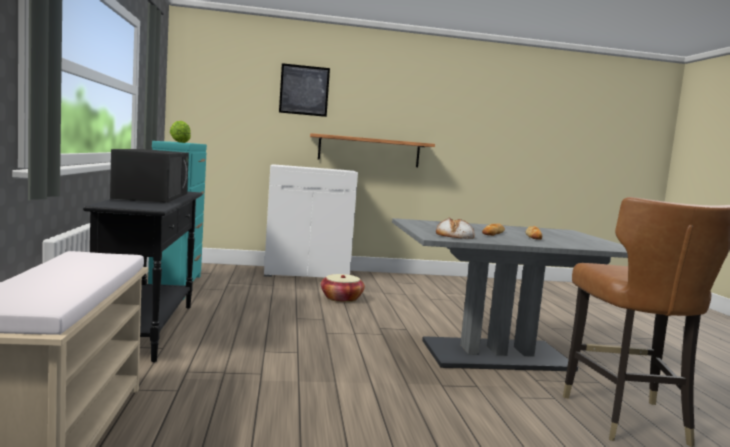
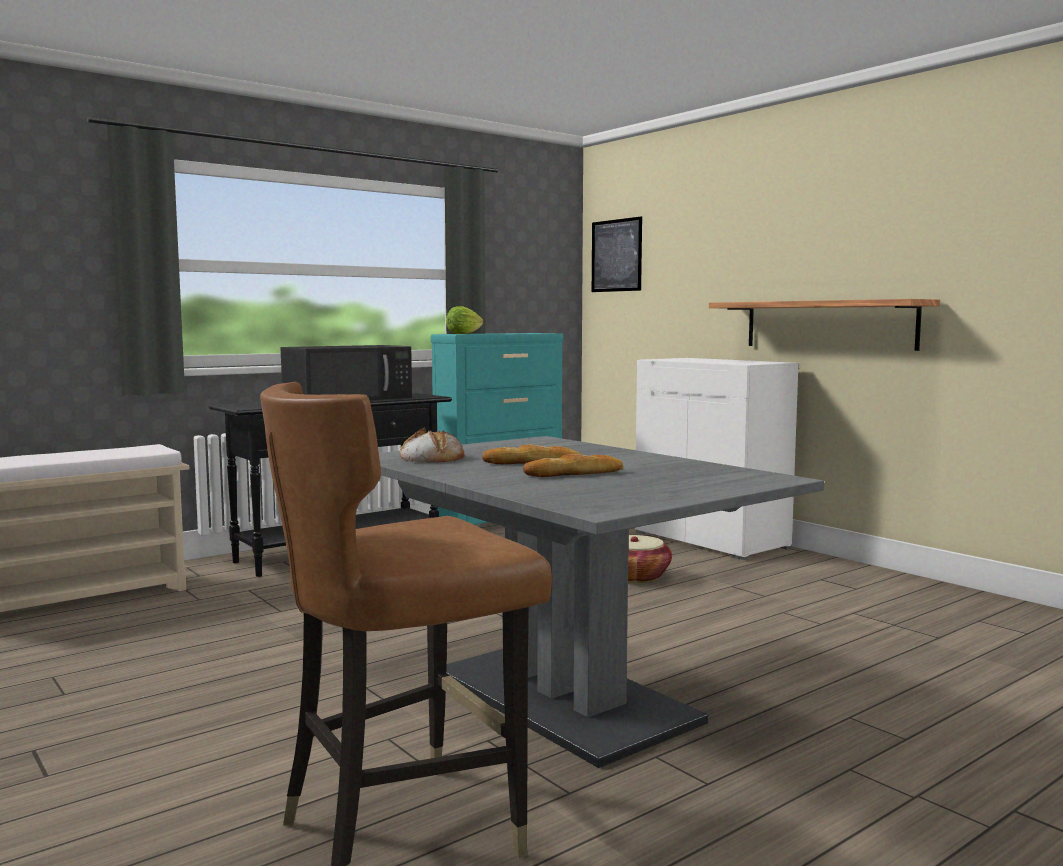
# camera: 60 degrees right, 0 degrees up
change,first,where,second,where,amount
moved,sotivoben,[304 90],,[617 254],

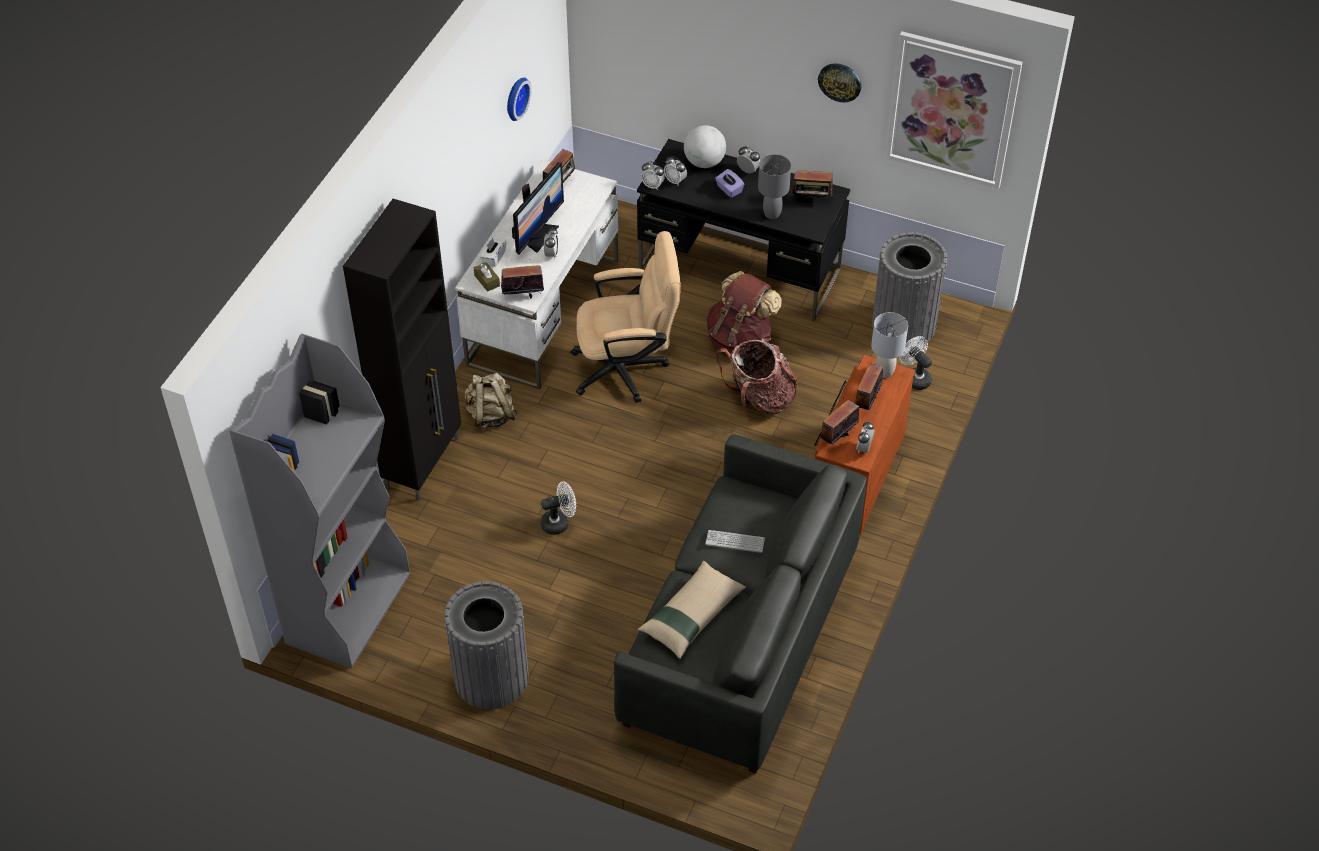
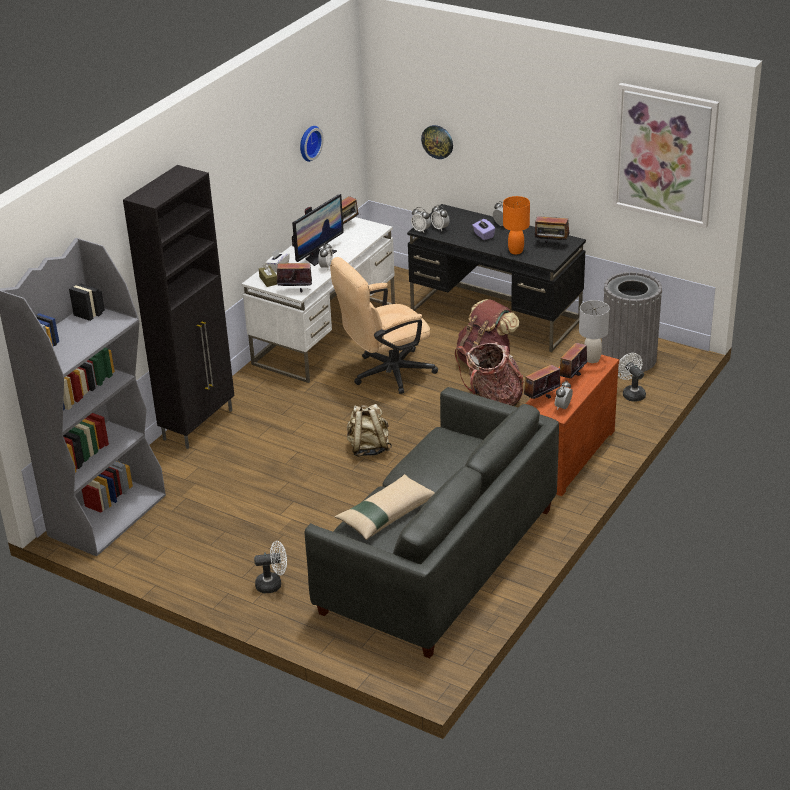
# camera: 10 degrees right, 15 degrees down
change,first,where,second,where,amount
removed,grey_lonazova,[486 645],,,
removed,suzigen,[705 146],,,
removed,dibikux,[735 541],,,
moved,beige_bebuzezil,[491 400],,[369 430],
moved,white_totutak,[558 508],,[270 567],
moved,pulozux,[839 82],,[437 142],
recoloured,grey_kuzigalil,[774 186],orange_kuzigalil,[516 225],
turned,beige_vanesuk,[625 317],,[384 325],150 degrees clockwise

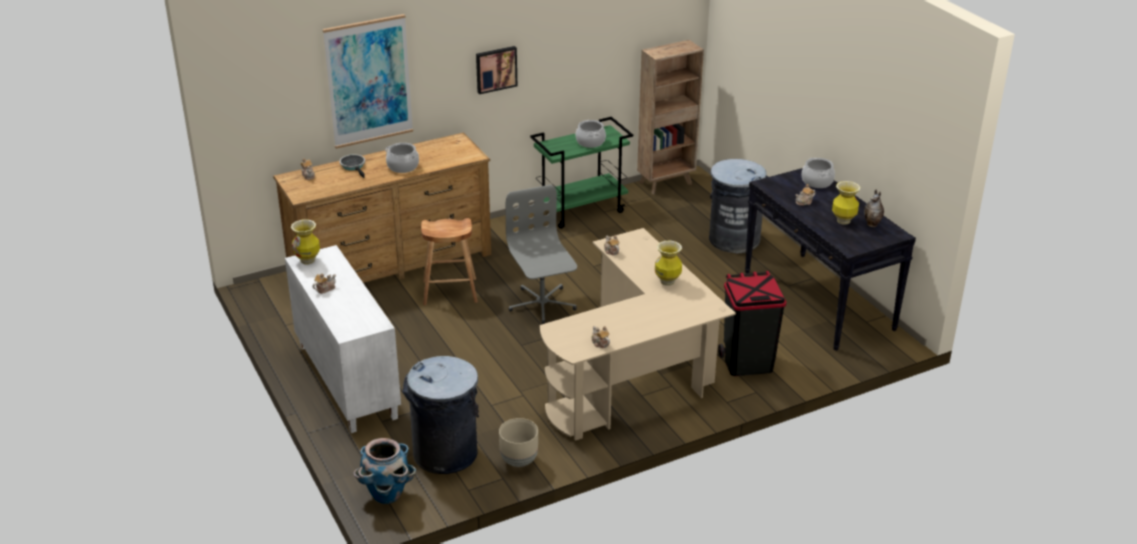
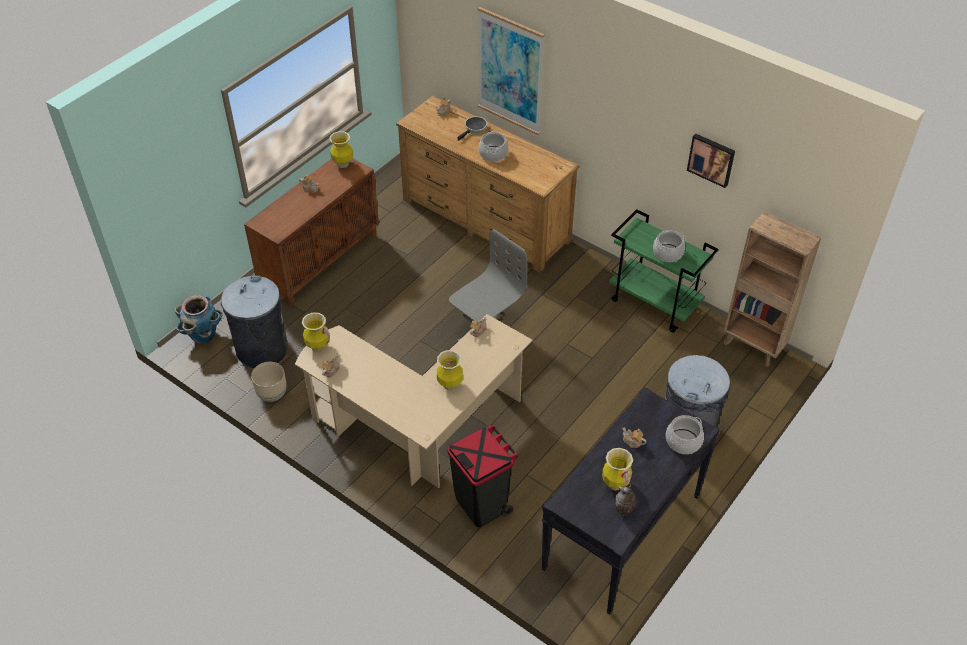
# camera: 65 degrees right, 15 degrees up
change,first,where,second,where,amount
removed,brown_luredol,[449 261],,,
added,,,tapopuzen,[316 332],
moved,sotivoben,[496 70],,[711 161],
recoloured,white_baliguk,[343 339],brown_baliguk,[311 232],

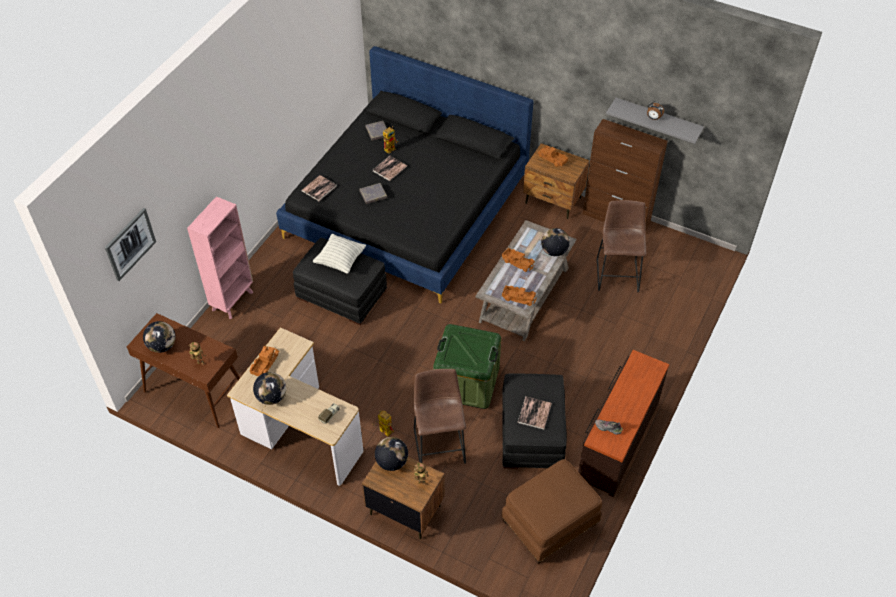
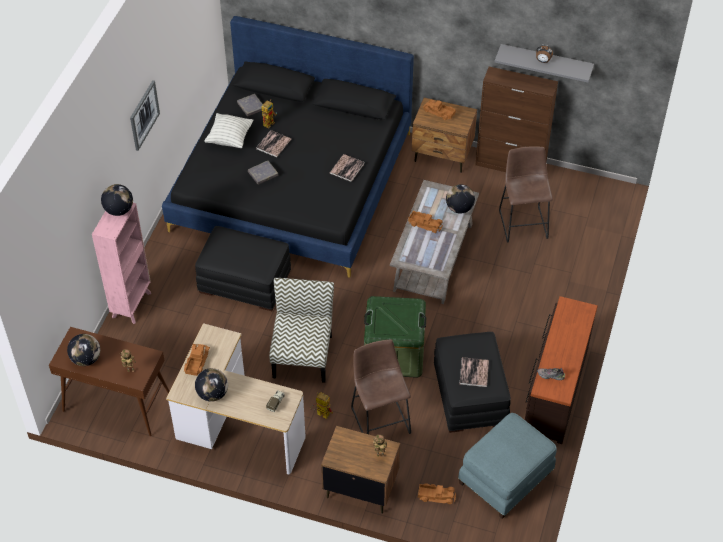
# camera: 10 degrees left, 0 degrees up
change,first,where,second,where,amount
added,,,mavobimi,[301 330],
moved,sotivoben,[130 244],,[145 115],
moved,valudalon,[319 188],,[347 168],
moved,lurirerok,[339 254],,[228 130],
moved,suzigen,[391 454],,[117 200],
moved,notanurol,[519 295],,[437 493],
recoloured,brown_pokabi,[551 511],blue_pokabi,[507 466],

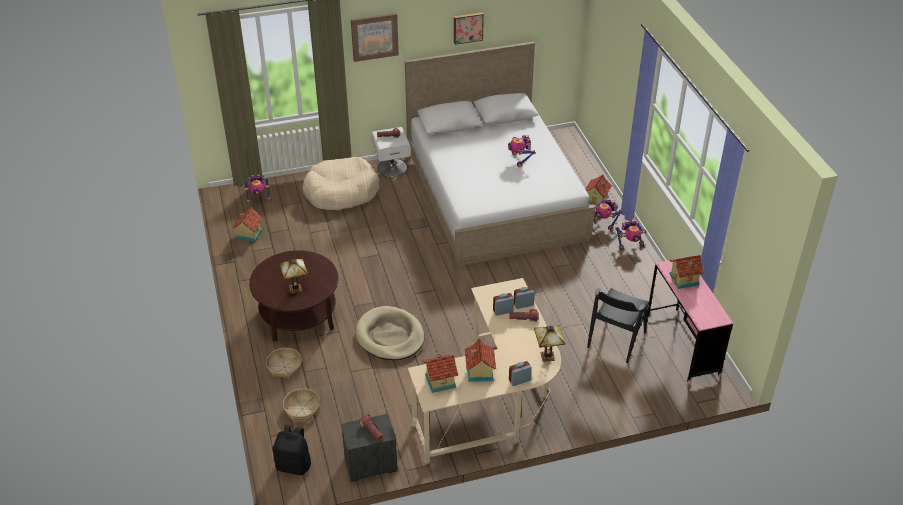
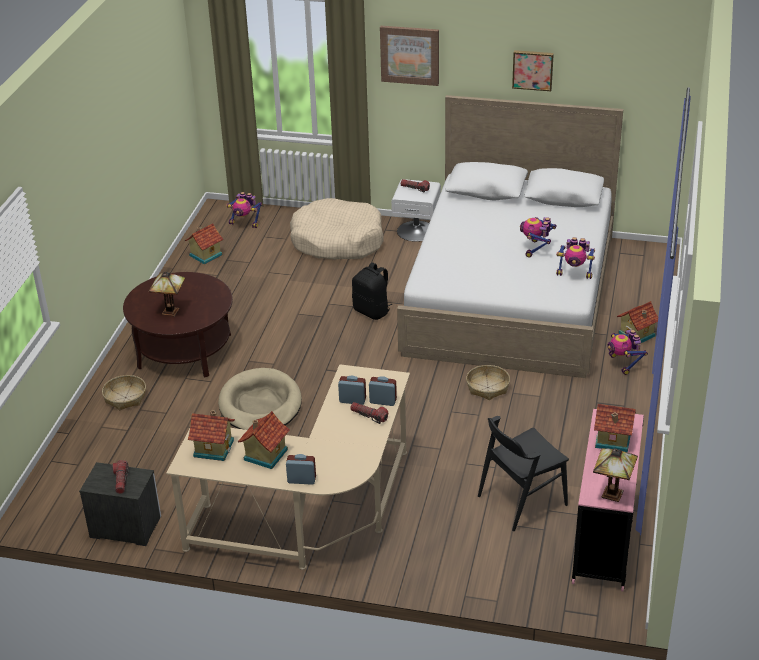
# camera: 30 degrees right, 5 degrees down
change,first,where,second,where,amount
moved,black_bebuzezil,[292 449],,[372 291],
moved,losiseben,[301 405],,[488 382],
moved,kuzigalil,[549 343],,[615 475],
moved,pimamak,[631 234],,[575 258],

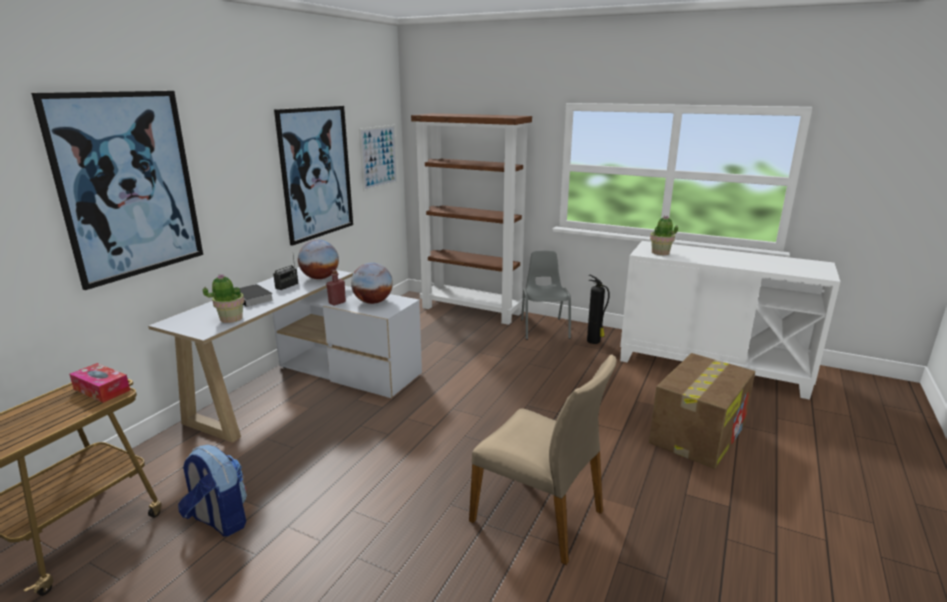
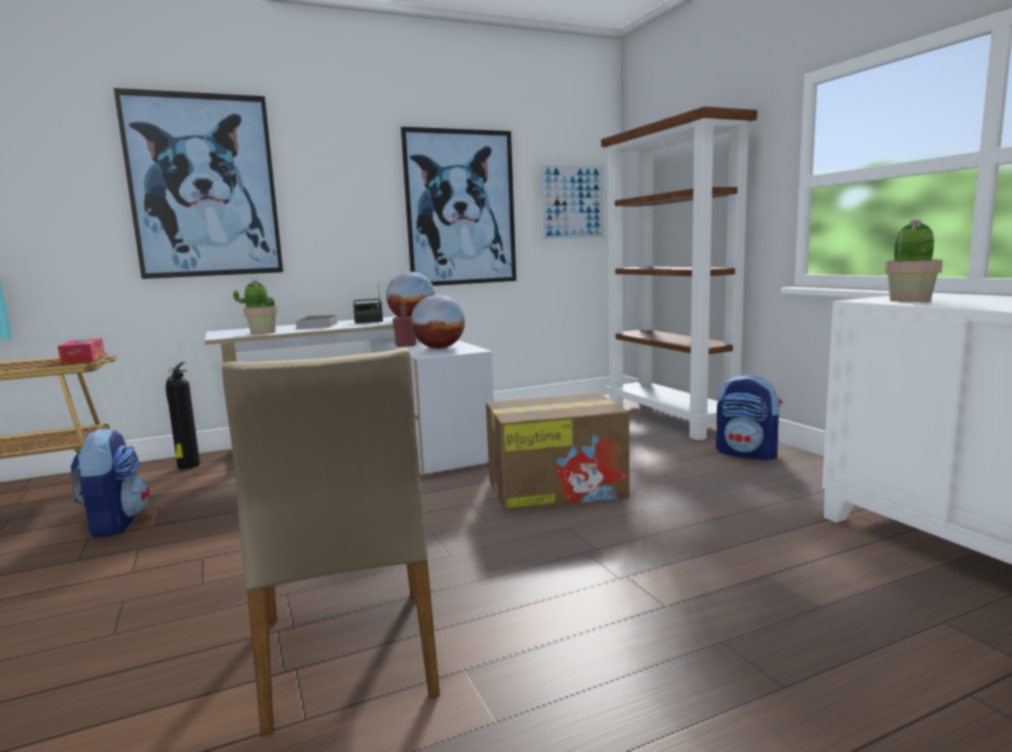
# camera: 40 degrees right, 10 degrees down
change,first,where,second,where,amount
moved,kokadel,[598 309],,[183 415],
moved,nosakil,[702 411],,[558 452],
replaced,grey_mavobimi,[546 295],bebuzezil,[749 417],

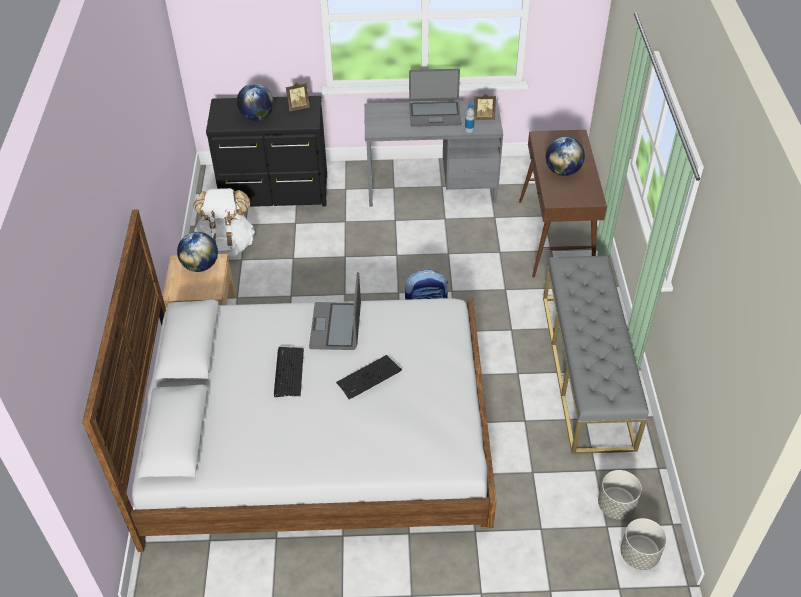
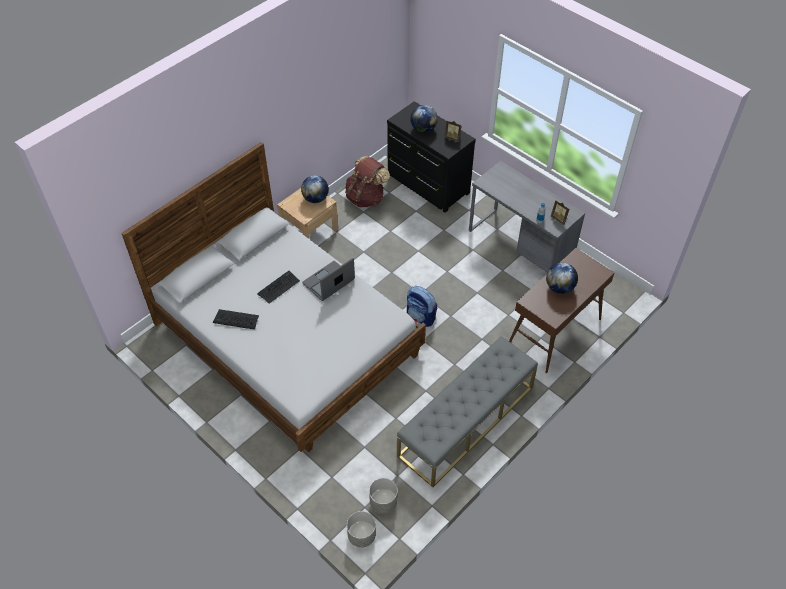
# camera: 45 degrees right, 5 degrees up
change,first,where,second,where,amount
removed,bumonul,[435 98],,,
moved,dibikux,[369 377],,[236 319],
recoloured,white_bebuzezil,[224 222],brown_bebuzezil,[367 181],

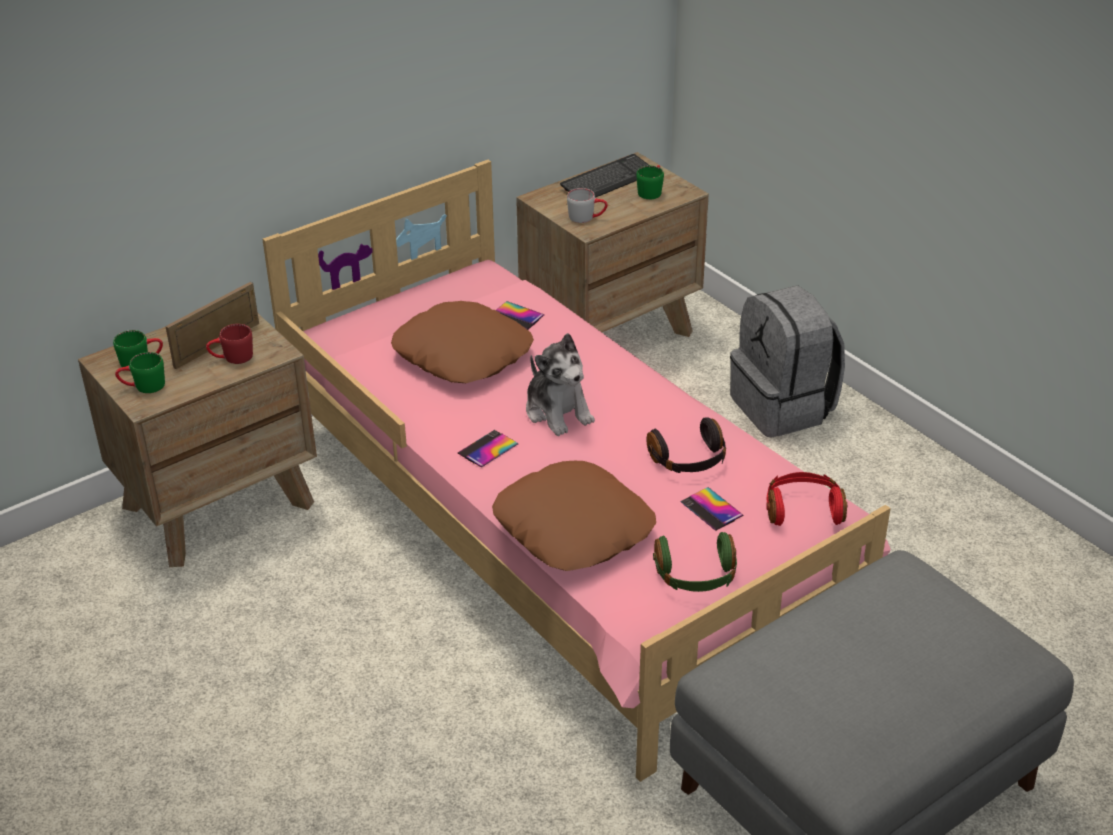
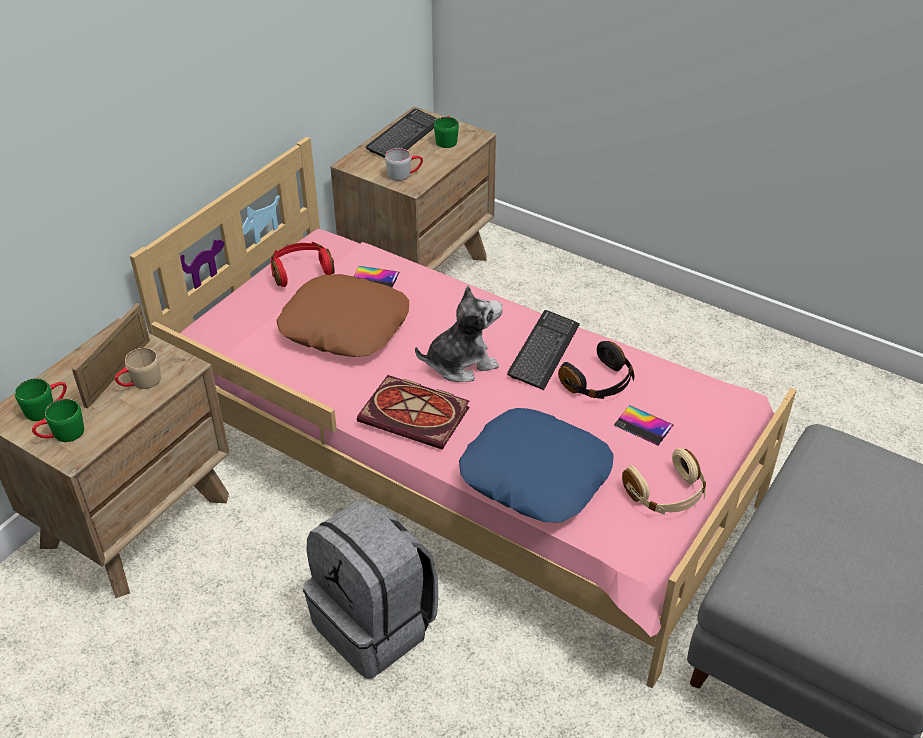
# camera: 20 degrees left, 5 degrees up
change,first,where,second,where,amount
added,,,dibikux,[543 350],
moved,grey_bebuzezil,[787 362],,[370 589],
moved,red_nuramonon,[806 499],,[303 264],
replaced,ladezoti,[488 449],valudalon,[413 412],
recoloured,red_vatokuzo,[229 344],beige_vatokuzo,[138 368],
recoloured,brown_lurirerok,[574 516],blue_lurirerok,[536 465],
recoloured,green_nuramonon,[695 562],beige_nuramonon,[664 481],
turned,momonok,[560 384],,[459 333],60 degrees counterclockwise

